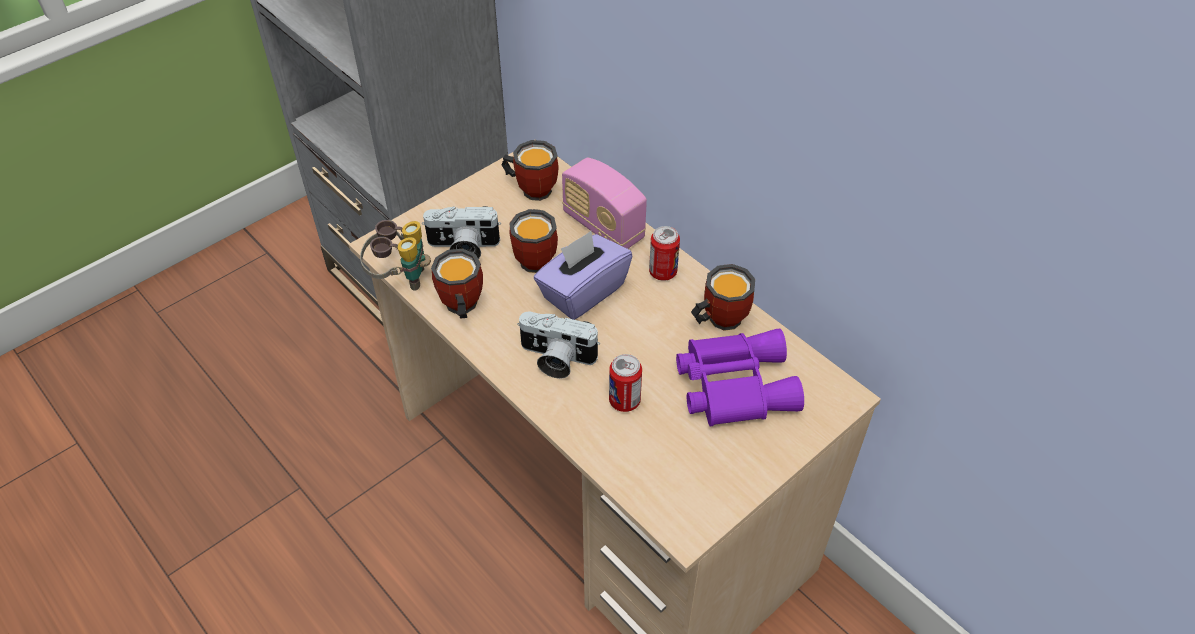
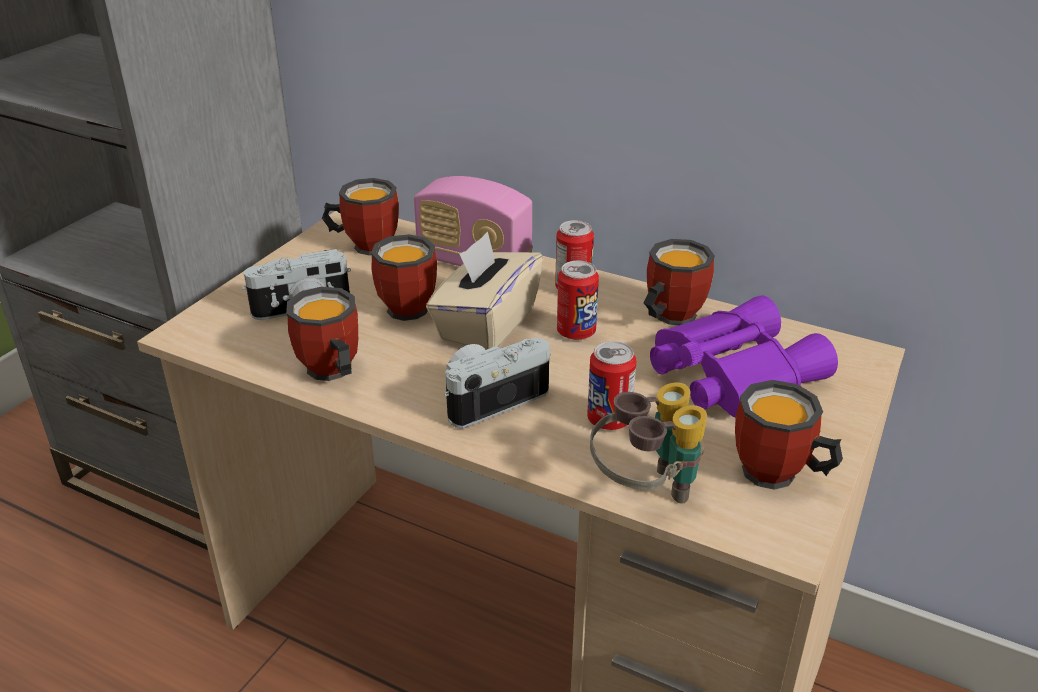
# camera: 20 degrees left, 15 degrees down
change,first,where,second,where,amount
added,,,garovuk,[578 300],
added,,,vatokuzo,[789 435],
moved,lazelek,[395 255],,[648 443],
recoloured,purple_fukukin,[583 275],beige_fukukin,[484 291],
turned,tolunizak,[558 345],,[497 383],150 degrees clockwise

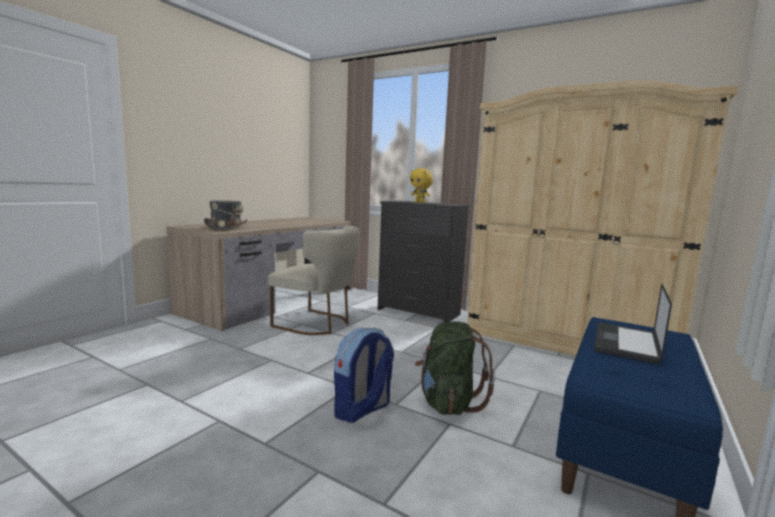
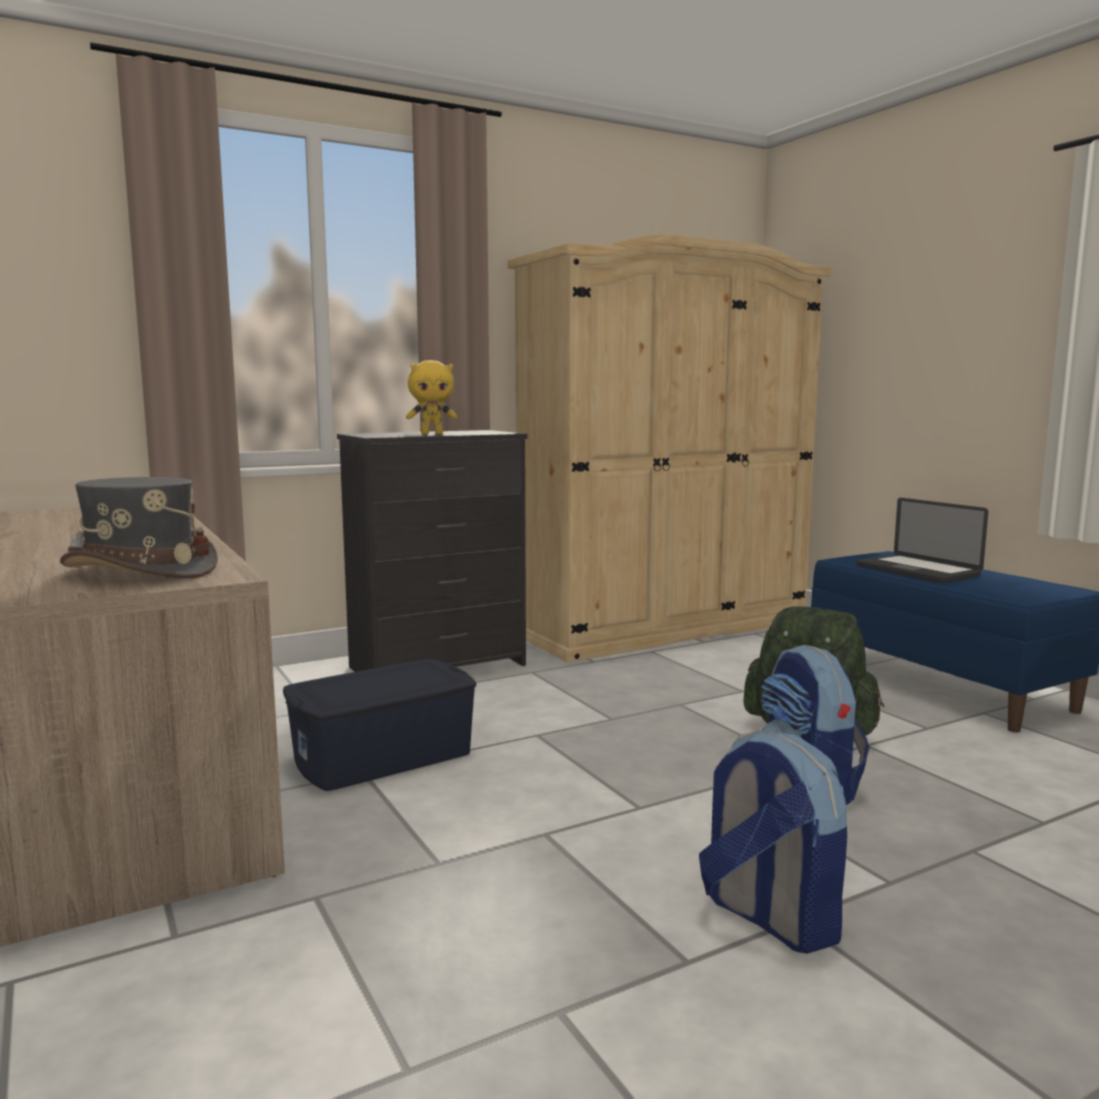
# camera: 60 degrees left, 0 degrees up
change,first,where,second,where,amount
added,,,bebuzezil,[773 842],
replaced,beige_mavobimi,[314 280],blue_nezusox,[379 725],

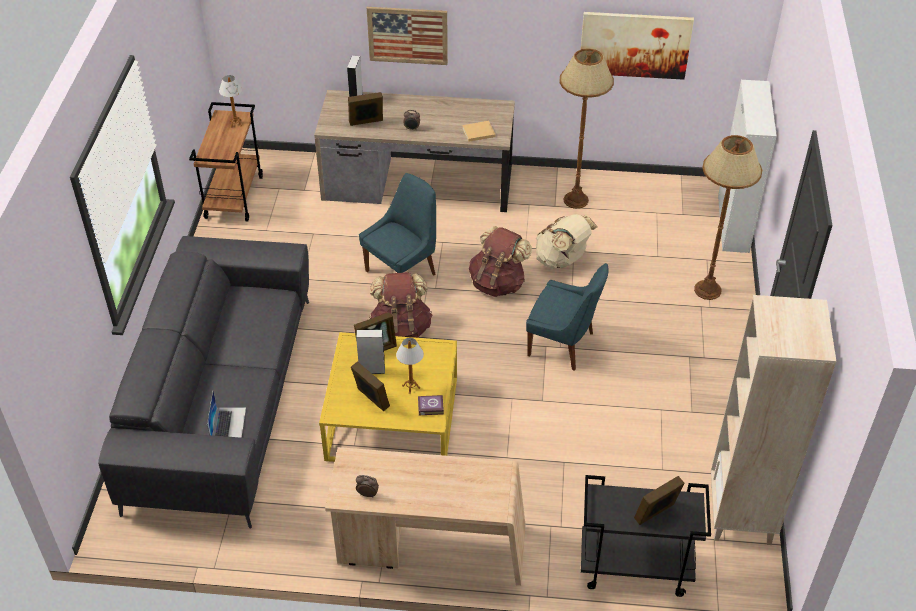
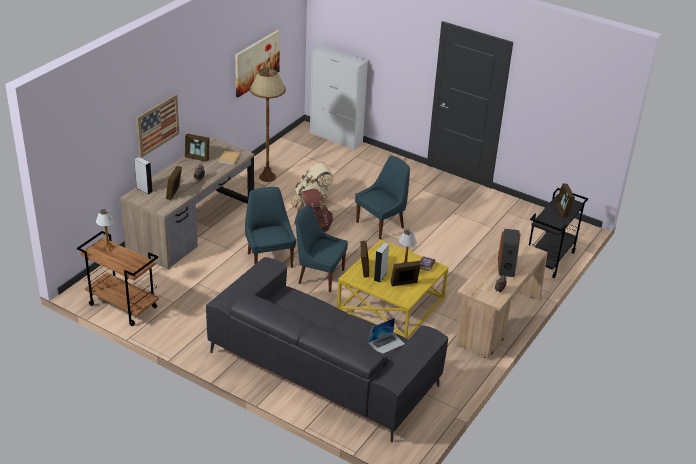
# camera: 65 degrees left, 10 degrees down
change,first,where,second,where,amount
removed,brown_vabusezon,[728 217],,,
removed,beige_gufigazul,[773 420],,,
added,,,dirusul,[197 148],
added,,,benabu,[509 253],
replaced,brown_bebuzezil,[401 305],blue_mavobimi,[322 248],
turned,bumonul,[226 414],,[386 336],120 degrees clockwise

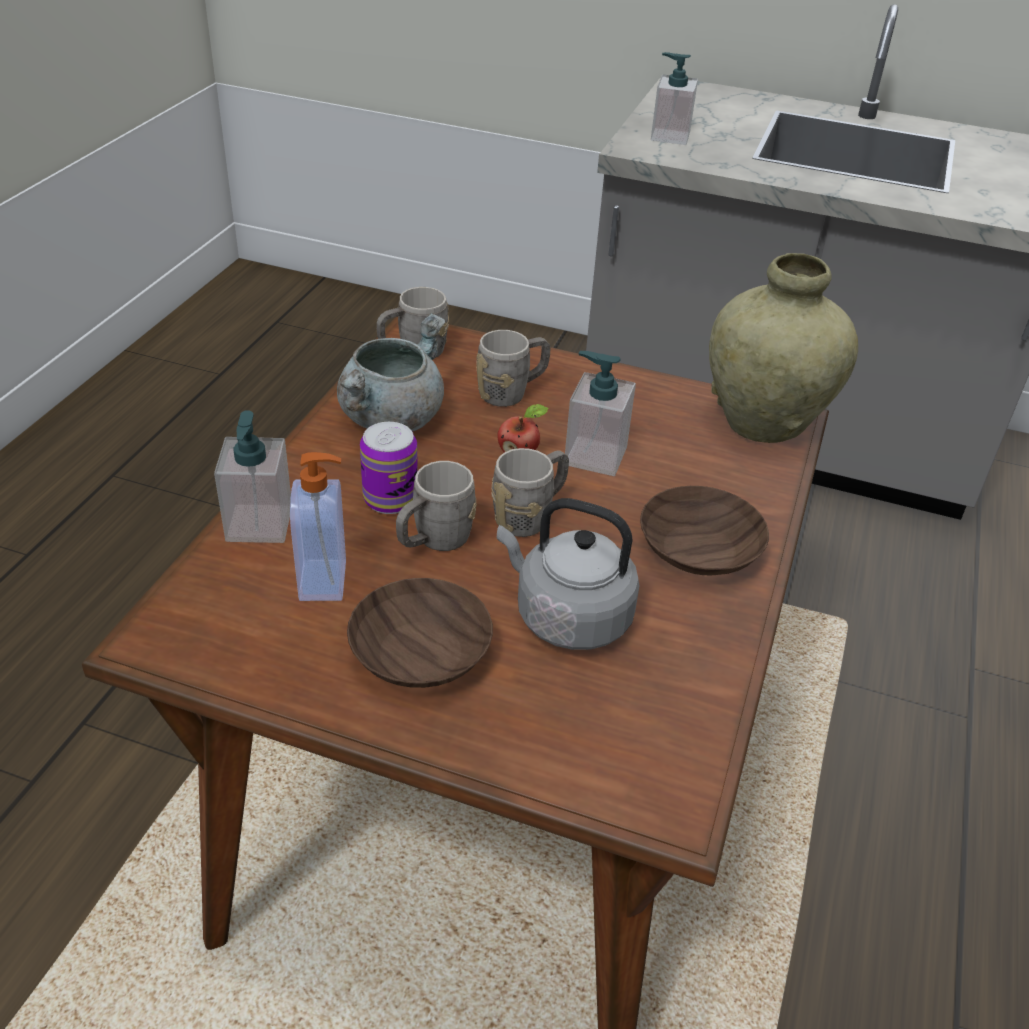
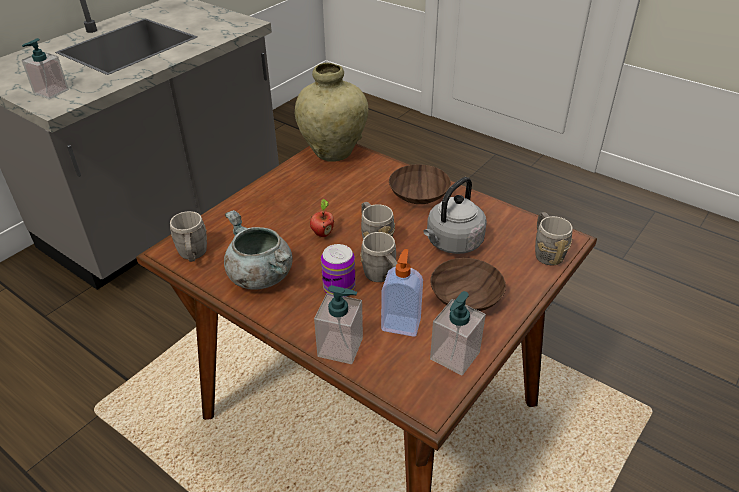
# camera: 70 degrees left, 0 degrees up
change,first,where,second,where,amount
moved,grey_vatokuzo,[513 368],,[554 238],
moved,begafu,[600 413],,[458 333],

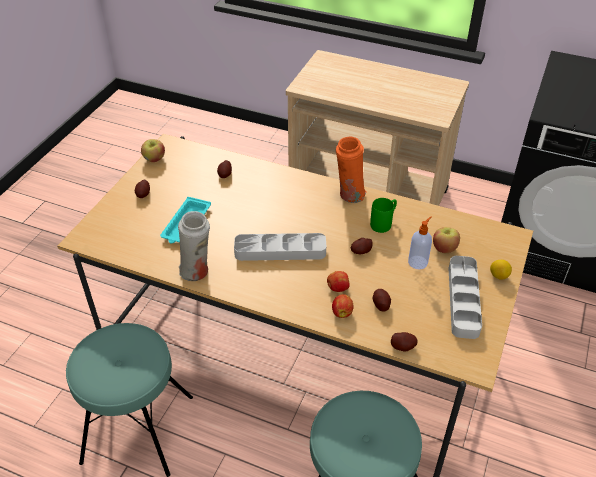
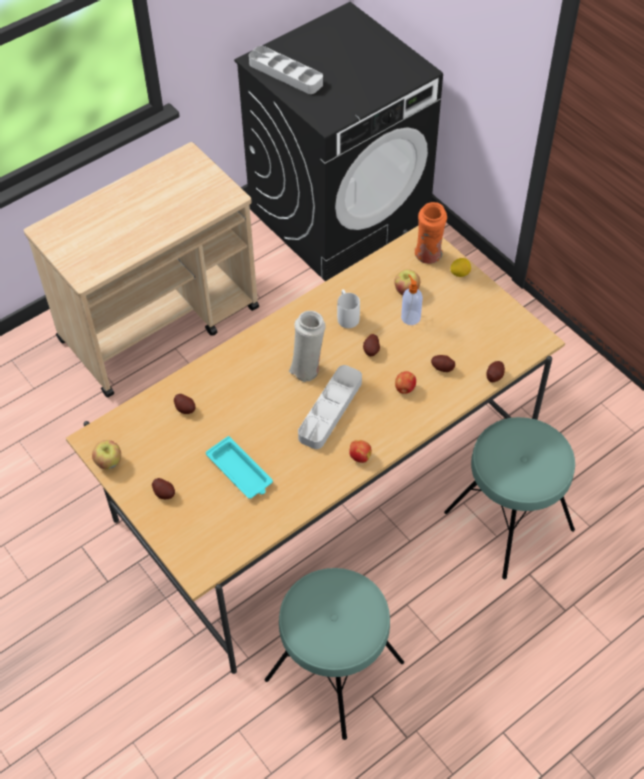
# camera: 60 degrees left, 10 degrees up
change,first,where,second,where,amount
moved,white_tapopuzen,[194 246],,[307 346],
moved,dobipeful,[343 306],,[360 451],
moved,orange_tapopuzen,[351 169],,[431 233],
moved,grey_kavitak,[465 297],,[286 70],
recoloured,green_vatokuzo,[383 215],white_vatokuzo,[348 308],

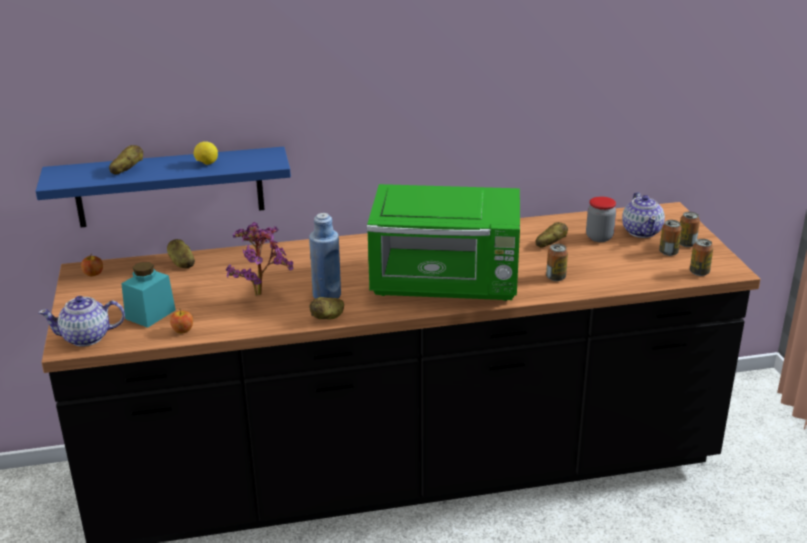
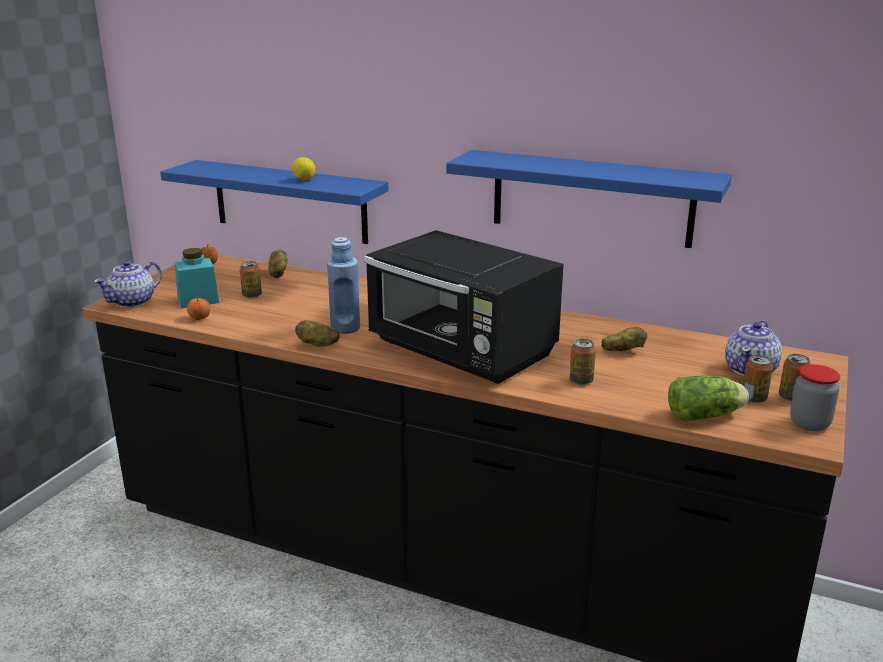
# camera: 35 degrees right, 5 degrees down
change,first,where,second,where,amount
removed,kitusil,[126 160],,,
removed,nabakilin,[260 259],,,
added,,,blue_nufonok,[589 199],
added,,,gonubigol,[708 398],
moved,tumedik,[601 219],,[815 397],
moved,garovuk,[701 257],,[250 279],
recoloured,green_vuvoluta,[443 242],black_vuvoluta,[463 307],
turned,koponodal,[81 321],,[128 284],75 degrees counterclockwise

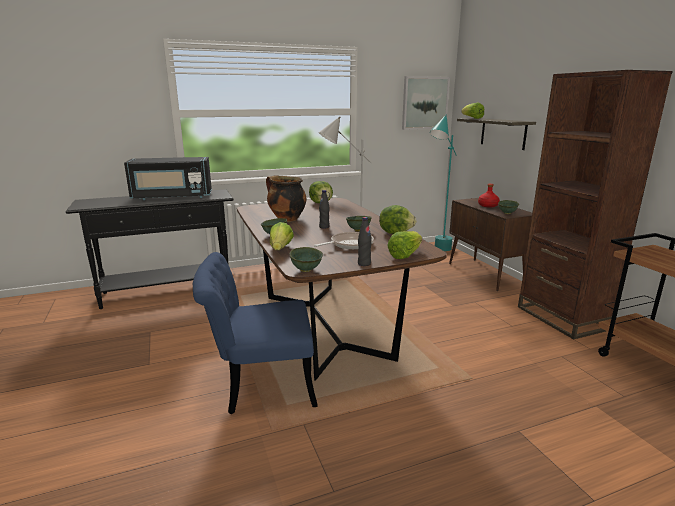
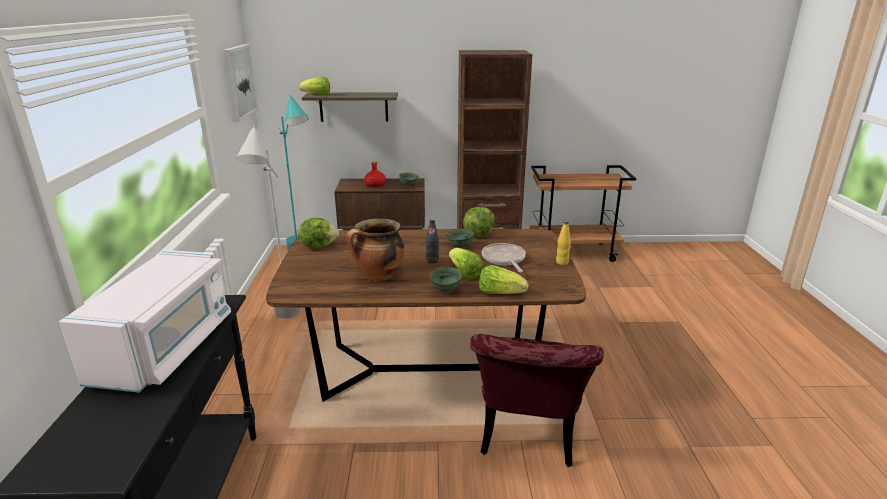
# camera: 70 degrees left, 5 degrees up
change,first,where,second,where,amount
removed,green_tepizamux,[306 259],,,
moved,gonubigol,[404 245],,[466 263],
recoloured,black_vuvoluta,[168 178],white_vuvoluta,[145 321],
recoloured,blue_mavobimi,[255 333],red_mavobimi,[537 400],
recoloured,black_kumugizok,[365 241],yellow_kumugizok,[563 243],

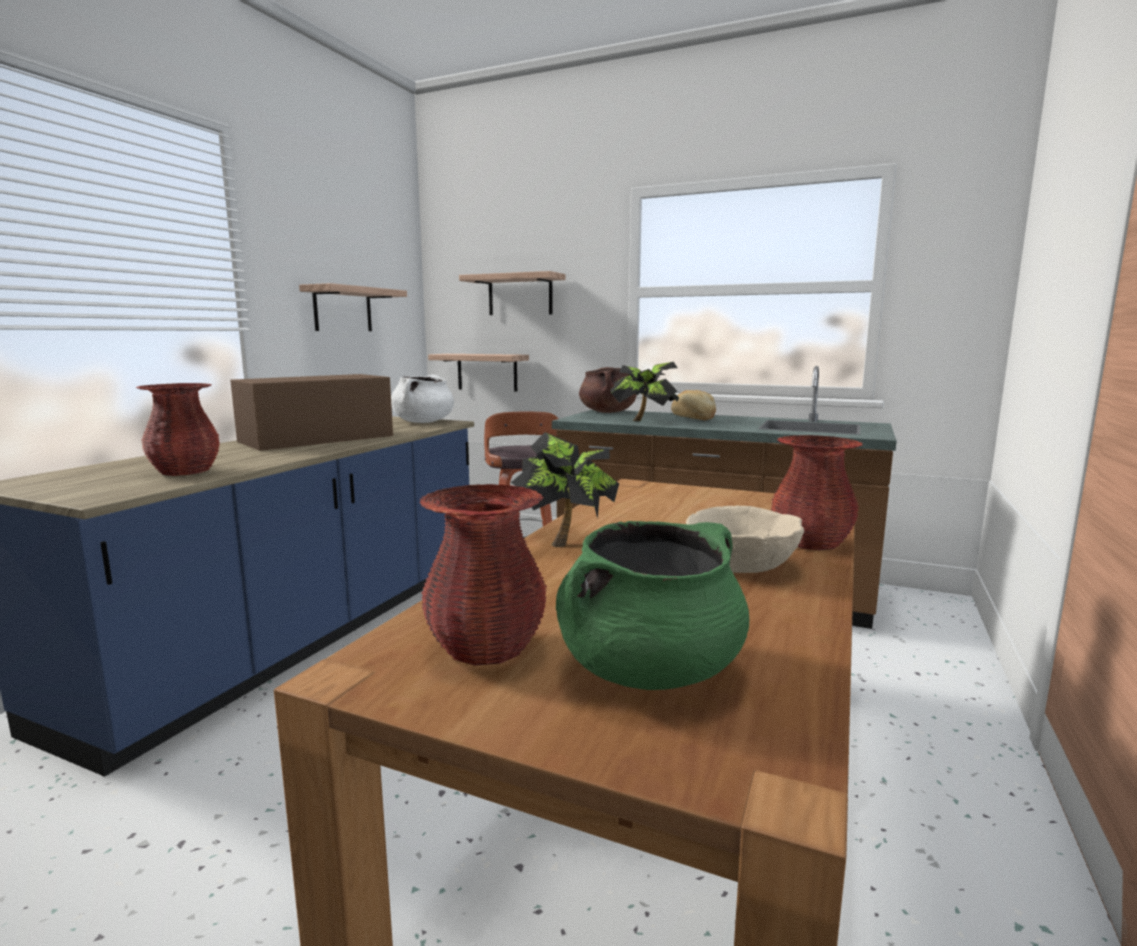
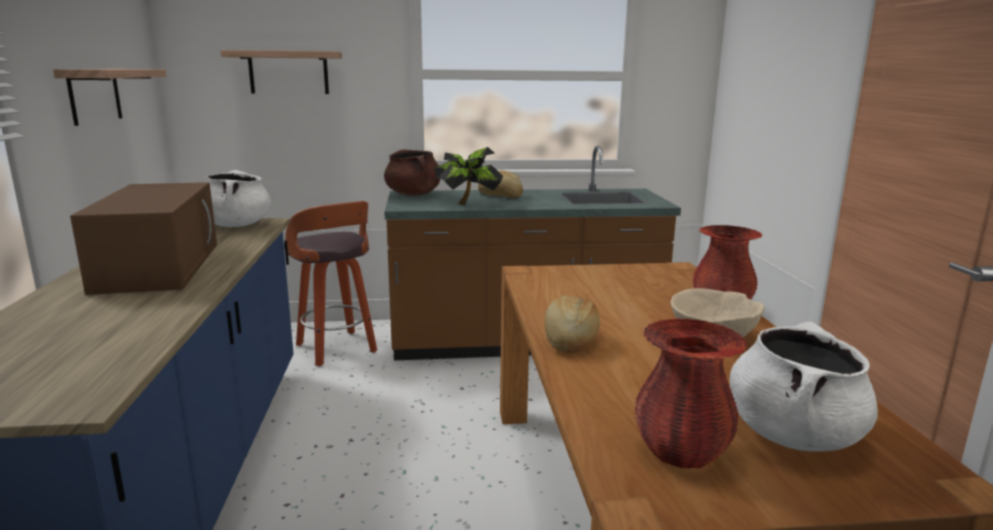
# camera: 30 degrees left, 5 degrees up
change,first,where,second,where,amount
removed,red_tapopuzen,[178 429],,,
removed,nufonok,[478 373],,,
replaced,nabakilin,[565 489],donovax,[572 324],
recoloured,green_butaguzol,[652 605],white_butaguzol,[803 387],
turned,brown_vuvoluta,[311 412],,[143 238],150 degrees clockwise

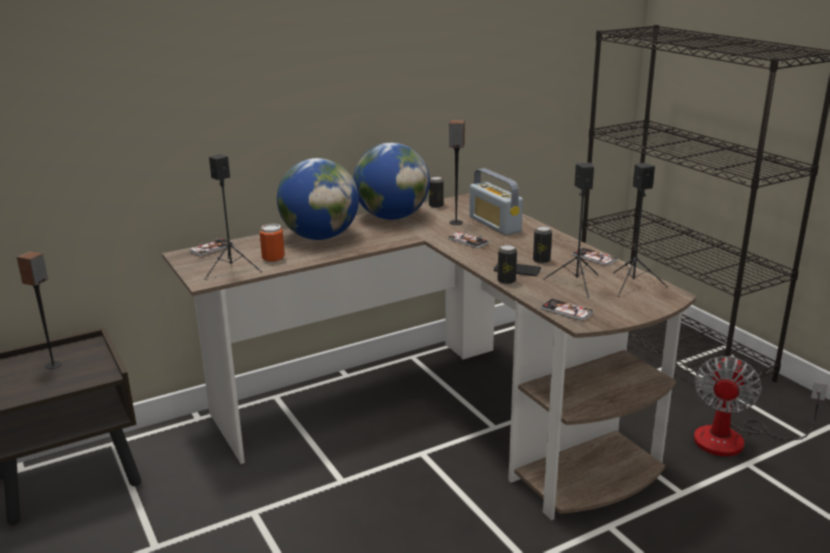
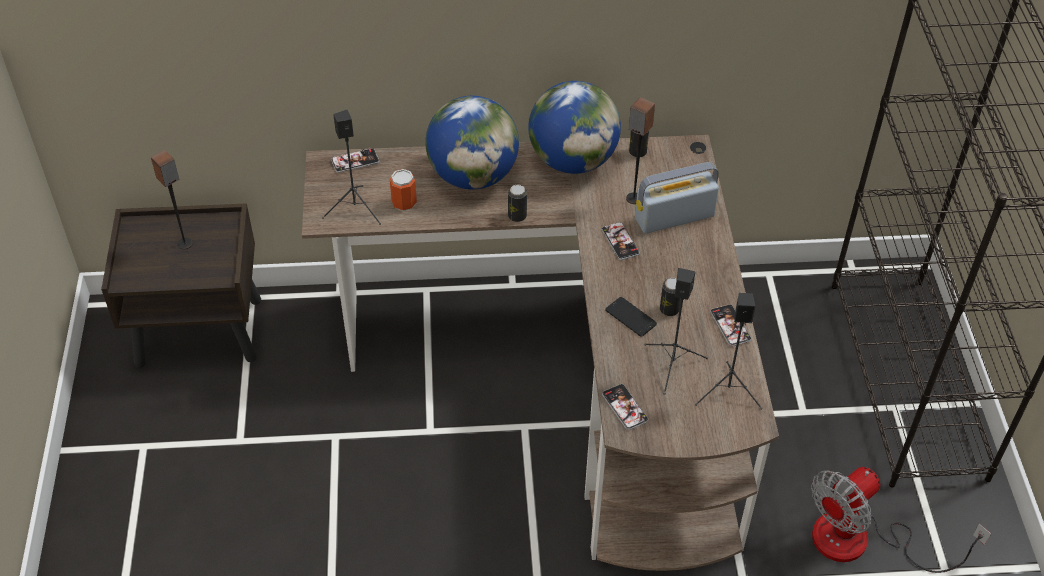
# camera: 25 degrees right, 25 degrees up
change,first,where,second,where,amount
moved,garovuk,[507 264],,[517 203],
turned,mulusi,[496 201],,[677 198],75 degrees clockwise

